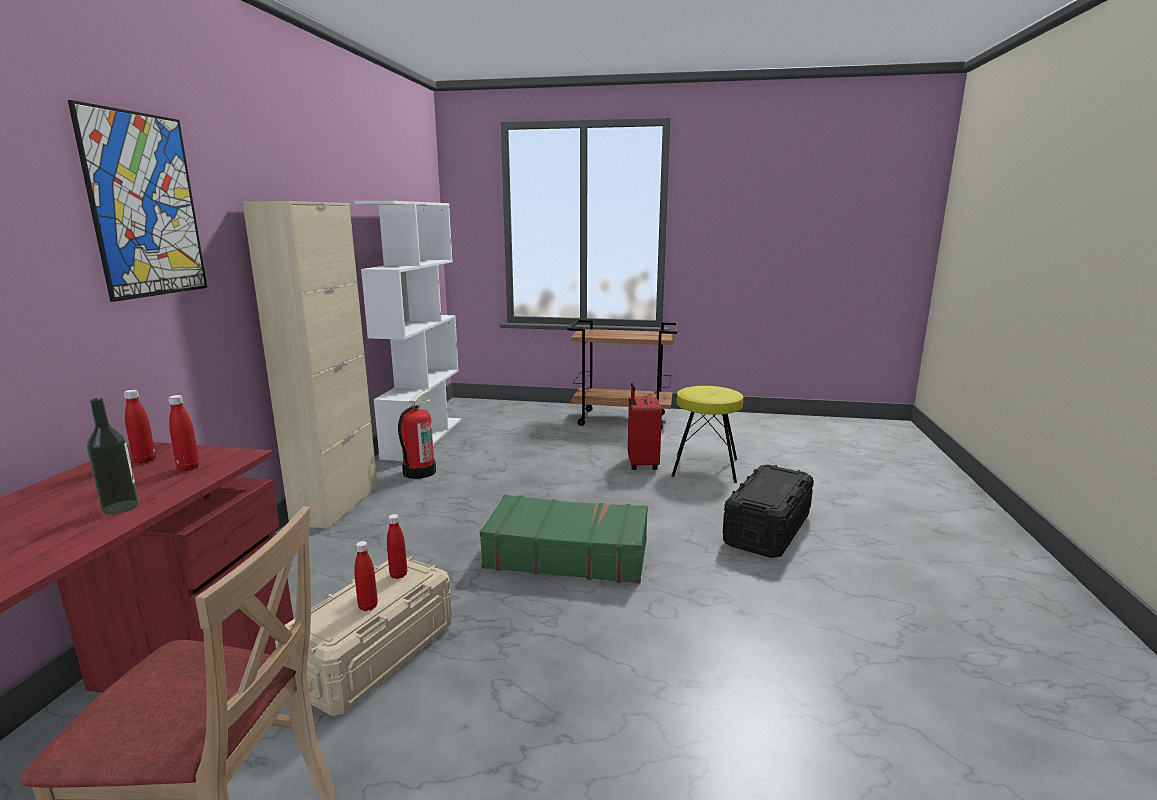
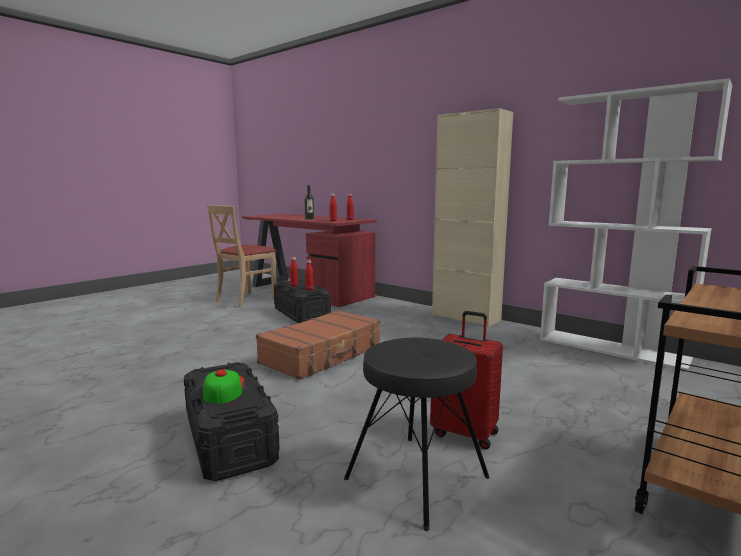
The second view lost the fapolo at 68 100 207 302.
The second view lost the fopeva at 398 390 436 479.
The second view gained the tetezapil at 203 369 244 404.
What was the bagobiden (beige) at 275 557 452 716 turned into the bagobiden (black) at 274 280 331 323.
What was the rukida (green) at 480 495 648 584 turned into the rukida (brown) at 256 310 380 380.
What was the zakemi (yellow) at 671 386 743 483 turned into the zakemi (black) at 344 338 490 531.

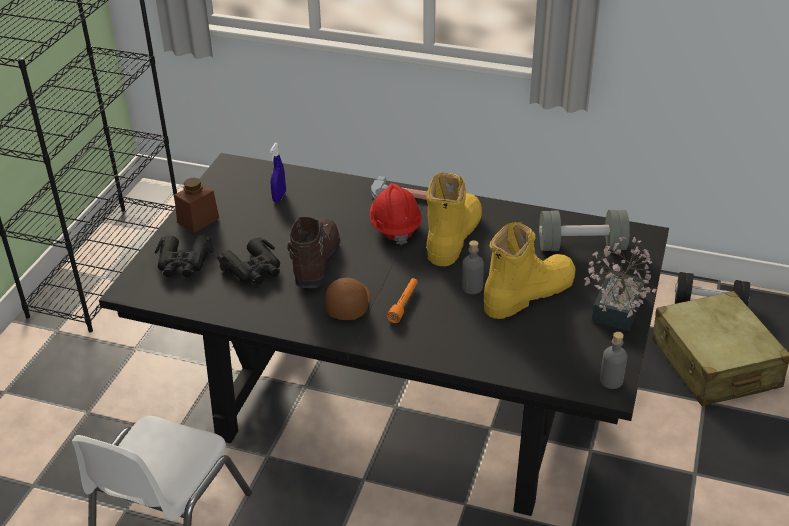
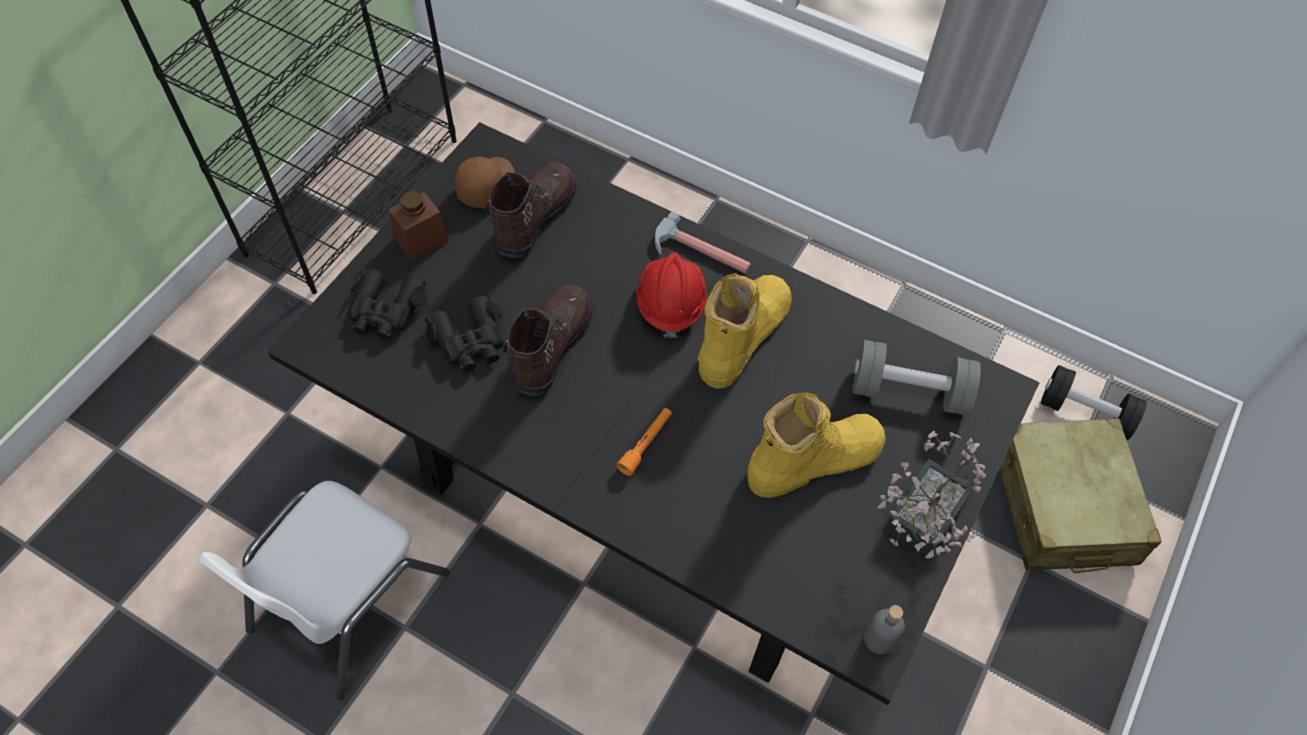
The second view lost the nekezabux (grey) at 462 240 484 294.
The tetezapil (brown) ended up elsewhere, having gone from 325 278 371 320 to 455 157 515 208.
Where the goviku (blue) stood at 270 143 286 202, the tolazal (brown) came to stand at 485 162 577 258.

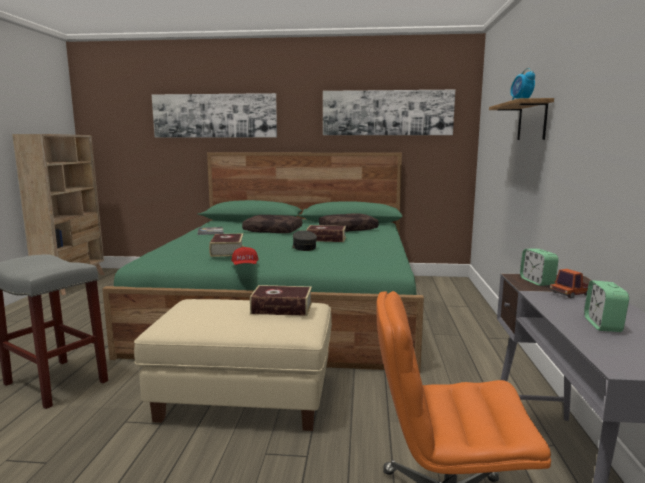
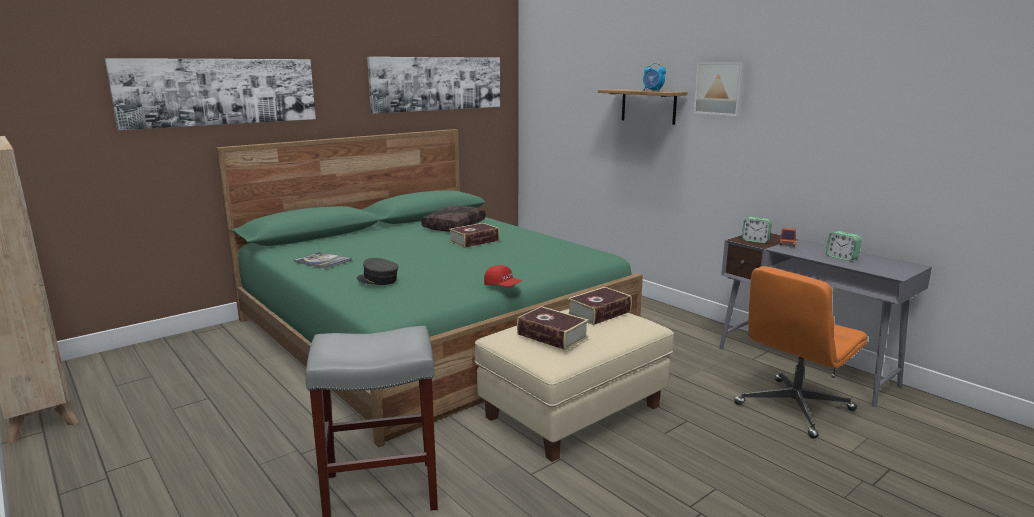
The second view lost the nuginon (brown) at 242 215 302 233.
The second view gained the fapolo at 693 62 746 116.
The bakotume ended up elsewhere, having gone from 209 234 244 257 to 517 306 589 350.
The tetezapil (grey) ended up elsewhere, having gone from 292 230 317 251 to 357 258 398 285.

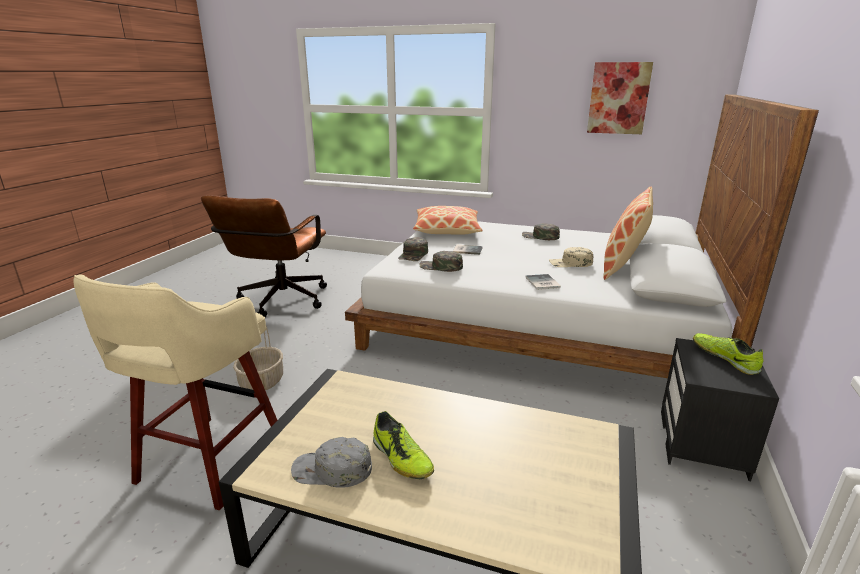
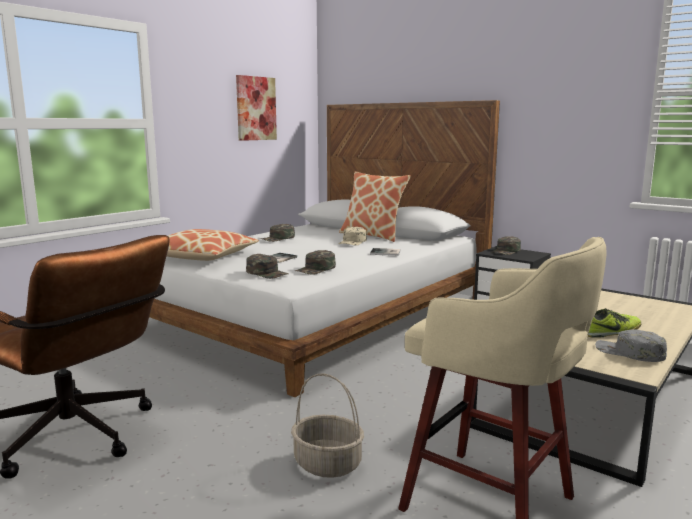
Where the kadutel stood at 693 333 763 375, the tetezapil (green) came to stand at 492 236 521 255.
The tetezapil (grey) at 291 437 372 488 ended up facing another way, 105 degrees clockwise from before.

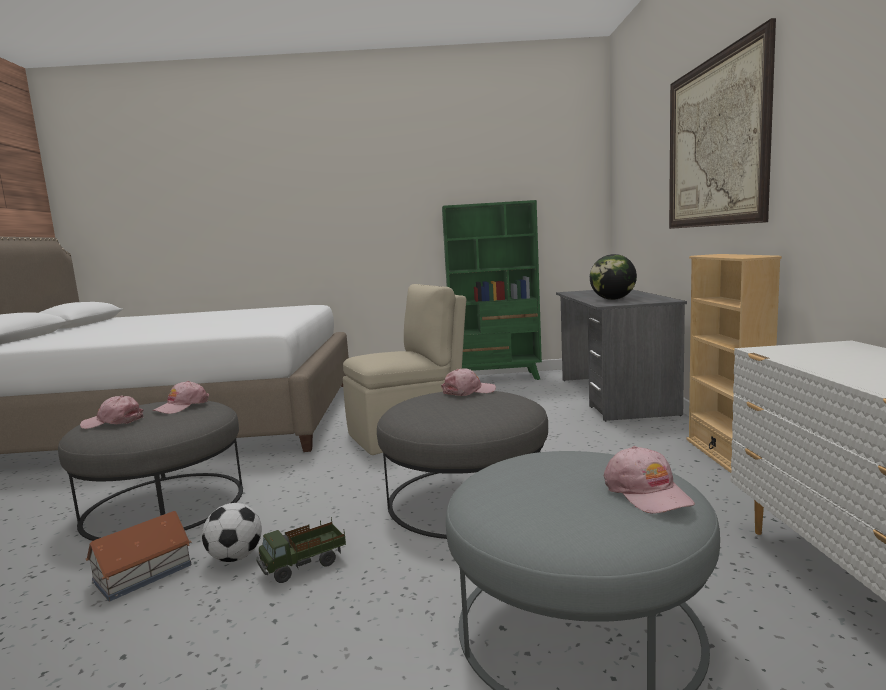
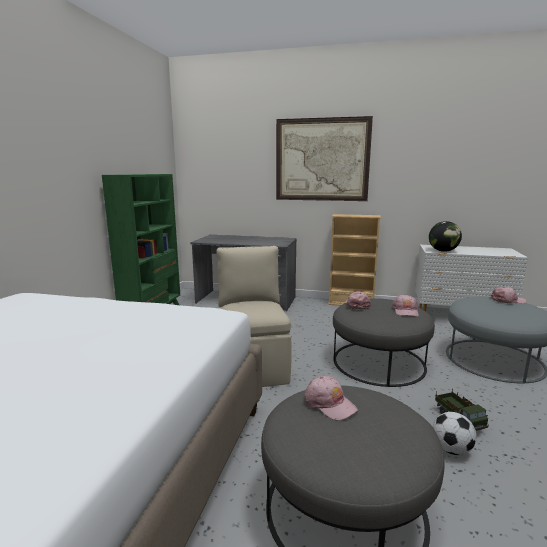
The second view lost the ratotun at 86 511 191 602.
The tetezapil (pink) ended up elsewhere, having gone from 80 395 144 429 to 392 294 419 317.
The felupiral ended up elsewhere, having gone from 590 254 637 300 to 429 221 462 252.

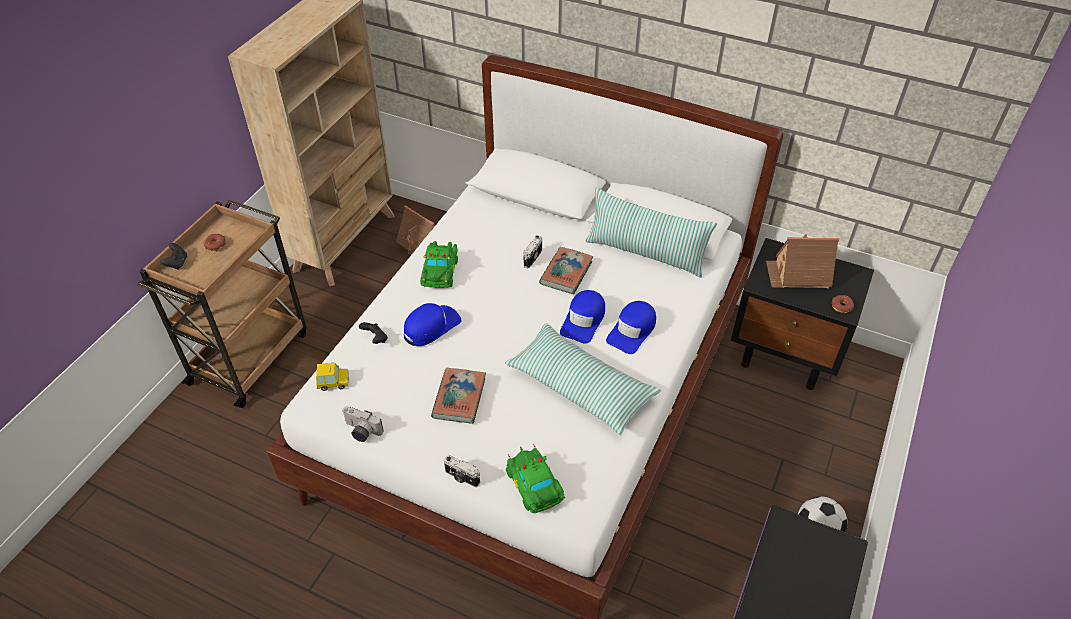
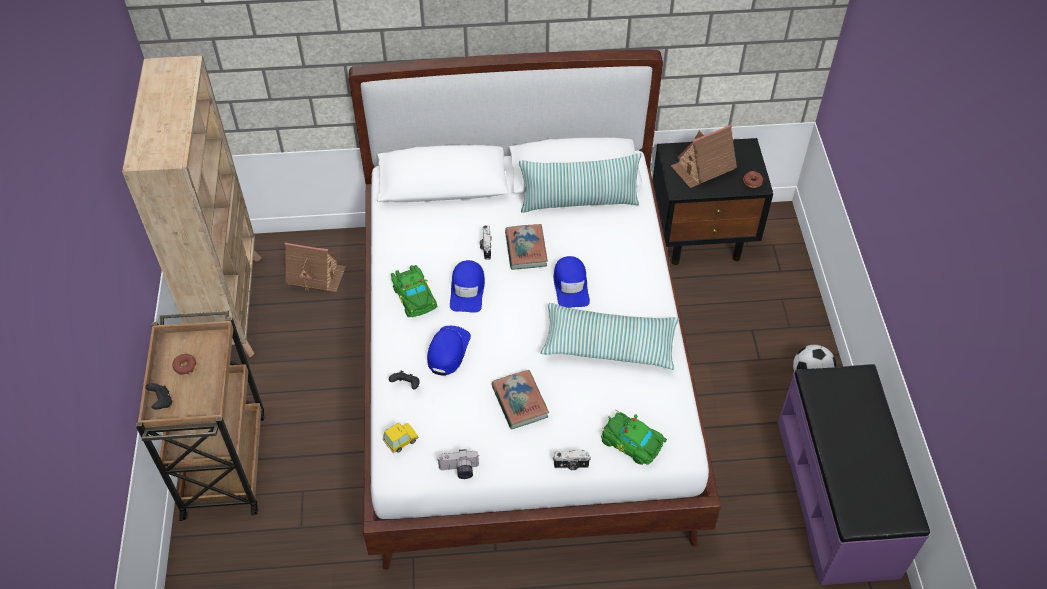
The tetezapil (blue) ended up elsewhere, having gone from 606 301 656 354 to 450 260 485 313.

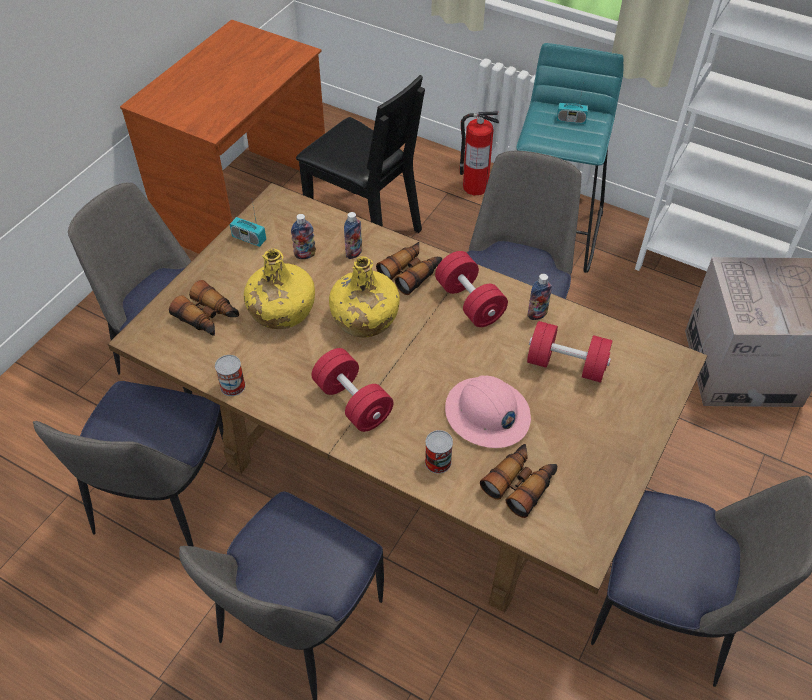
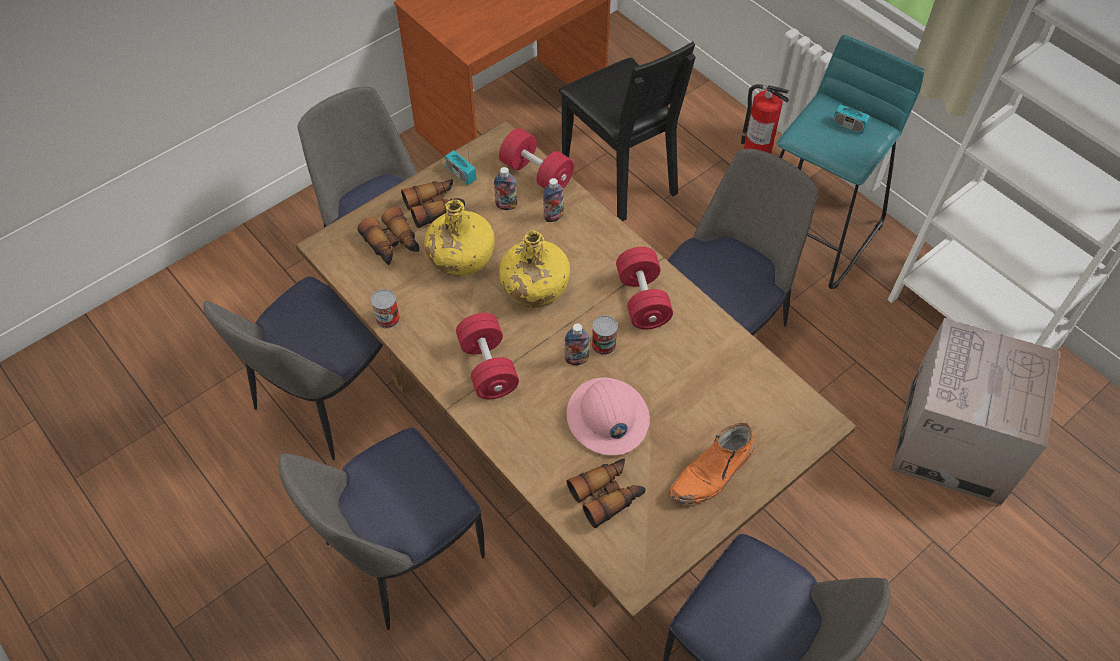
The second view gained the tolazal (orange) at 669 423 754 504.
The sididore ended up elsewhere, having gone from 376 242 442 295 to 401 179 465 228.
The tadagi ended up elsewhere, having gone from 425 430 453 474 to 592 316 618 355.
The nekezabux ended up elsewhere, having gone from 527 274 552 320 to 564 323 590 365.
The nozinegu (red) ended up elsewhere, having gone from 527 321 613 383 to 499 128 574 189.

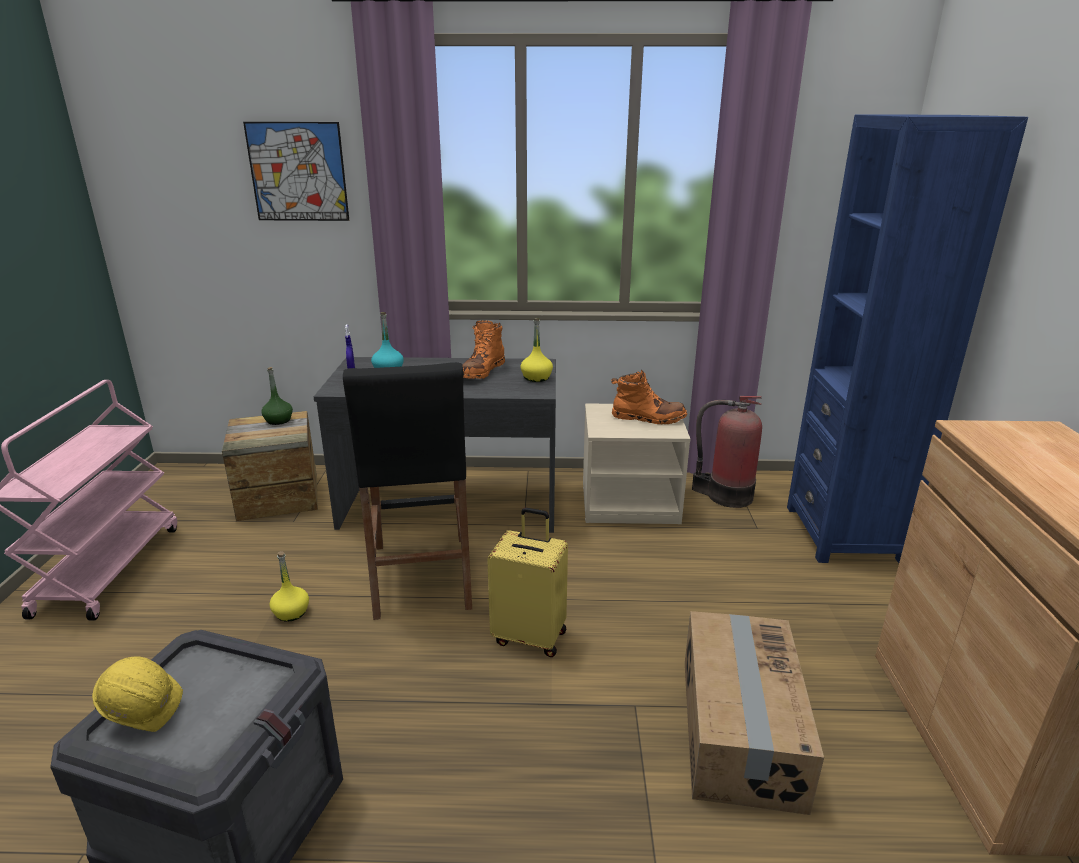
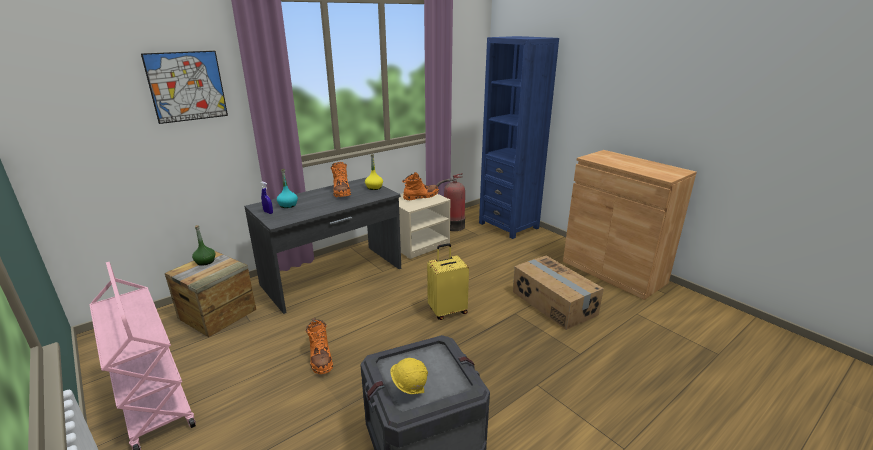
The second view lost the zakemi (black) at 343 362 472 620.
Where the nekezabux (yellow) stood at 269 551 309 622, the tolazal (orange) came to stand at 305 318 333 374.

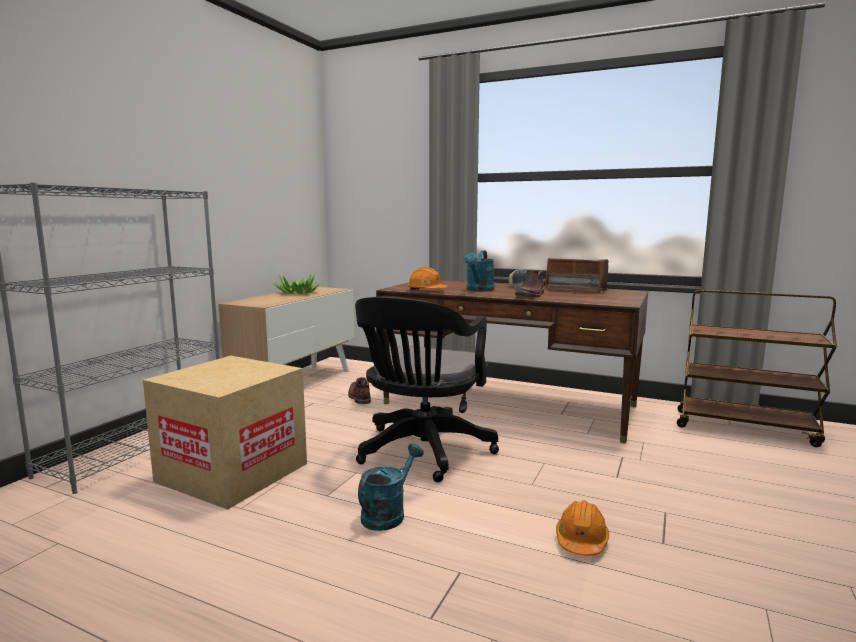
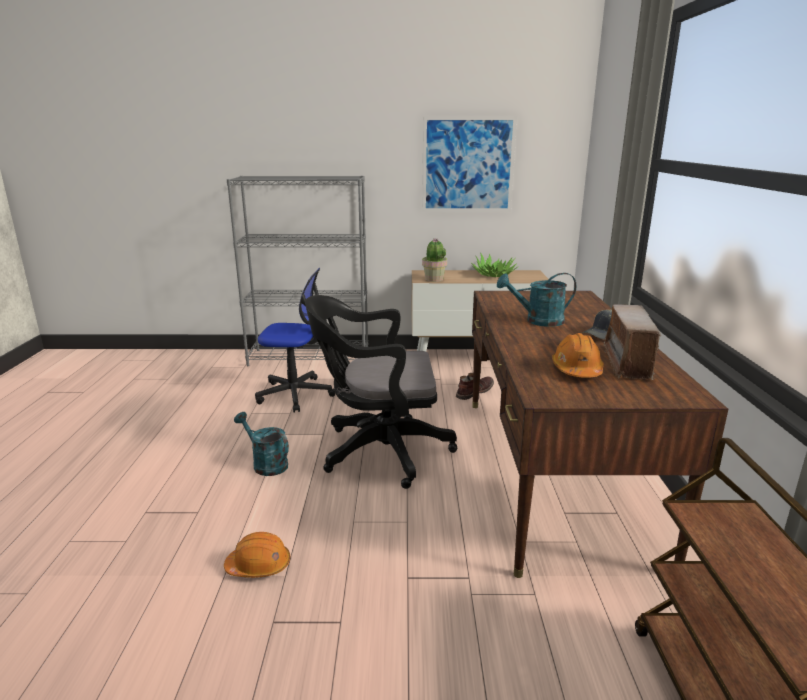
The second view lost the tolazal (brown) at 515 270 544 297.
The second view gained the fapolo at 422 116 517 212.
The second view gained the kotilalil at 422 238 447 282.
The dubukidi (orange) ended up elsewhere, having gone from 407 267 447 290 to 552 333 604 378.
Where the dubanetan stood at 143 356 307 510, the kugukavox came to stand at 255 268 335 413.
The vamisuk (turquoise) at 358 443 424 531 ended up facing another way, 150 degrees counterclockwise from before.

